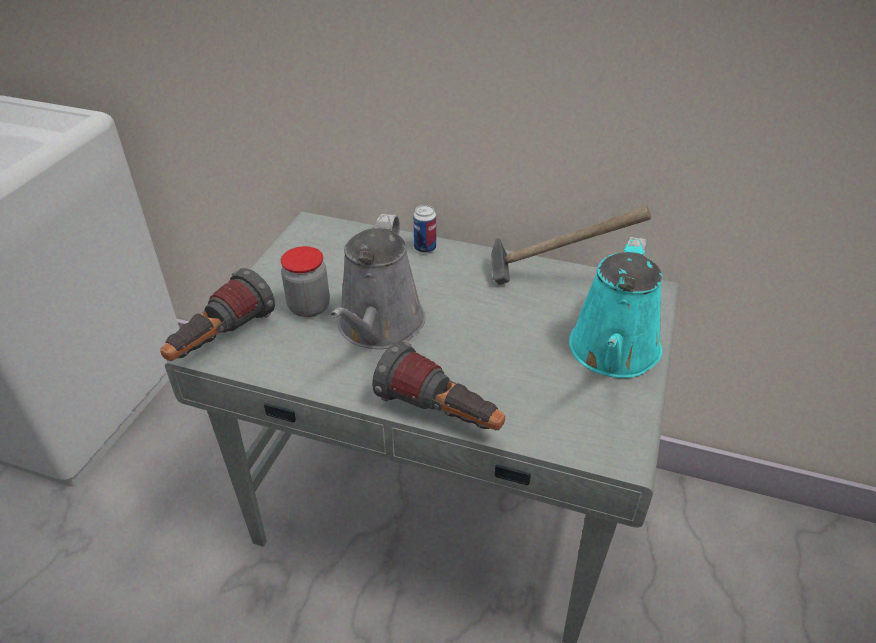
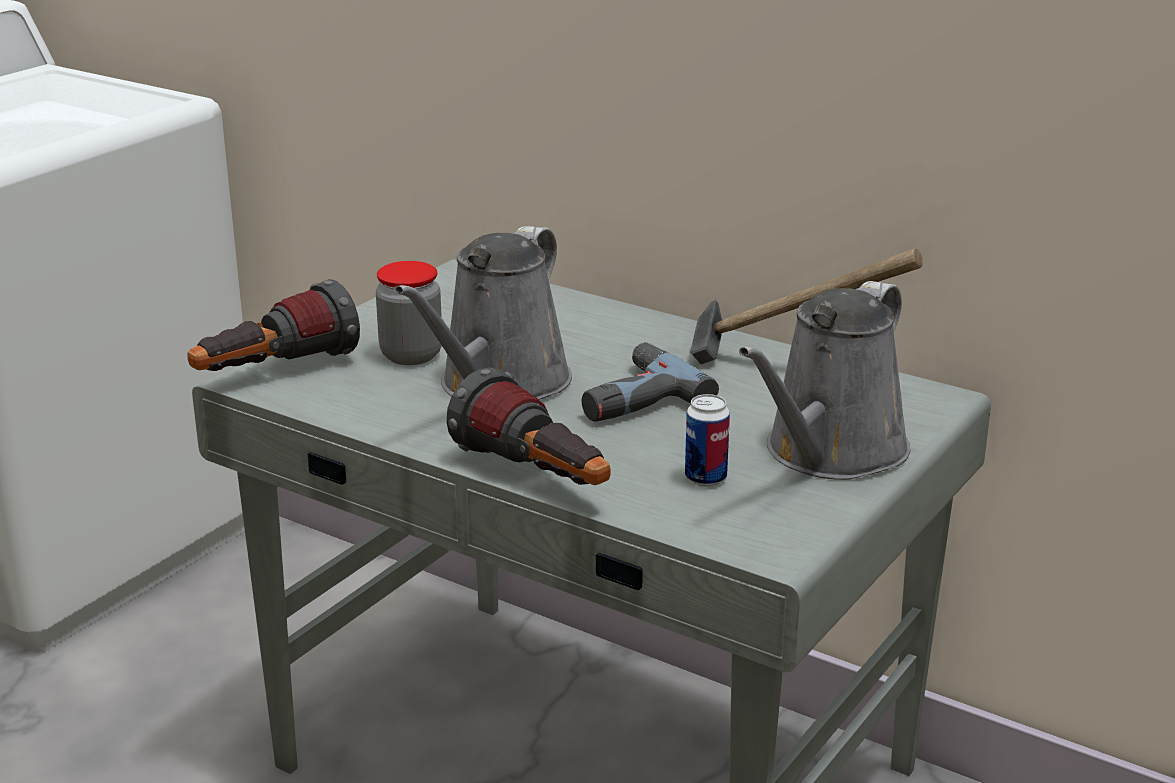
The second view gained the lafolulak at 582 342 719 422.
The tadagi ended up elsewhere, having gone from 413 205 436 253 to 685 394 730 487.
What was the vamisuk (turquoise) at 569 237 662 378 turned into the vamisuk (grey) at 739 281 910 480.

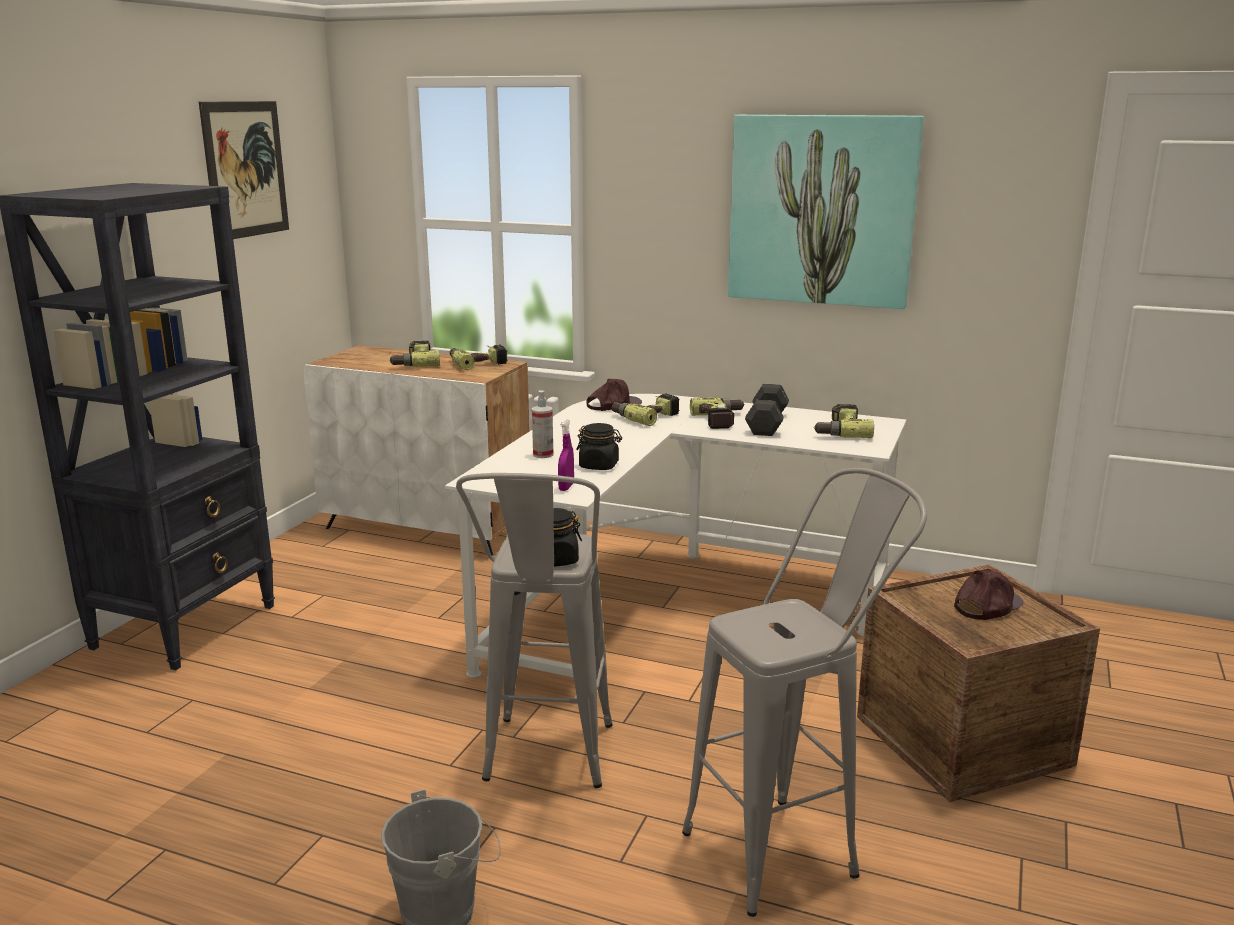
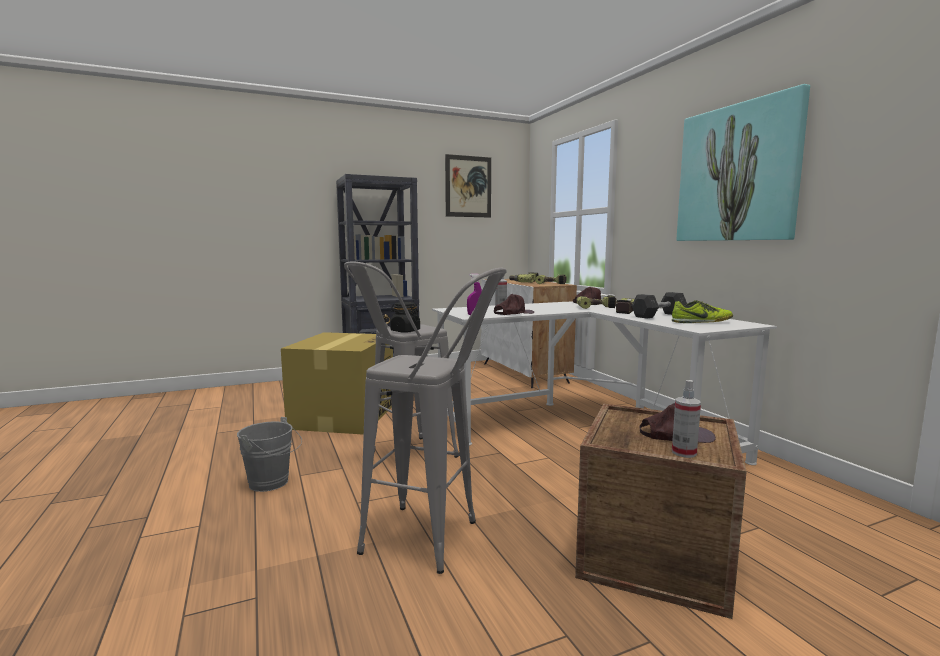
The second view gained the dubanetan at 281 332 393 435.
The second view gained the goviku at 672 380 701 458.
Where the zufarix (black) stood at 576 423 622 470, the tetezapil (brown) came to stand at 494 294 534 315.
Where the lafolulak stood at 813 404 874 438, the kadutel came to stand at 672 300 733 323.

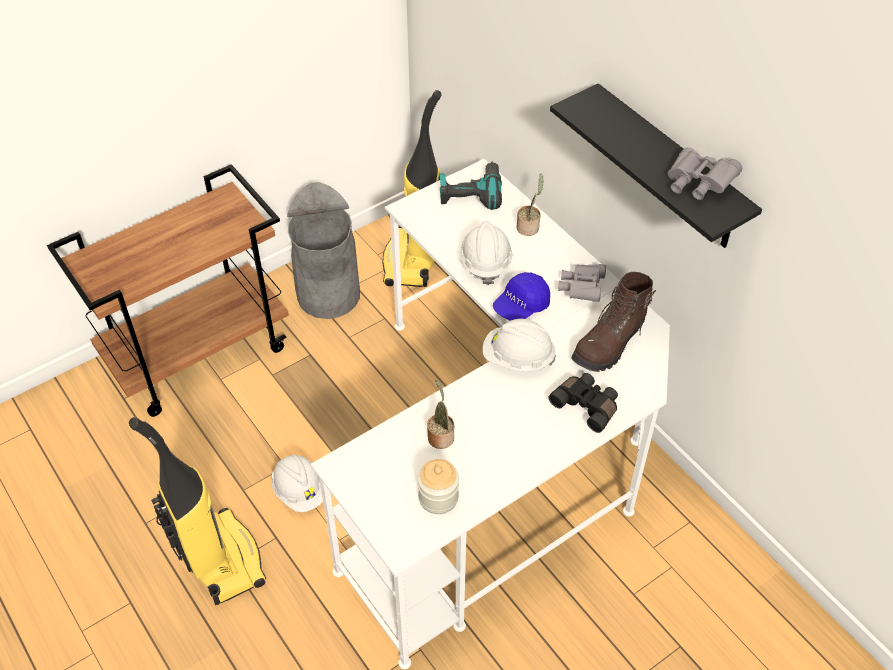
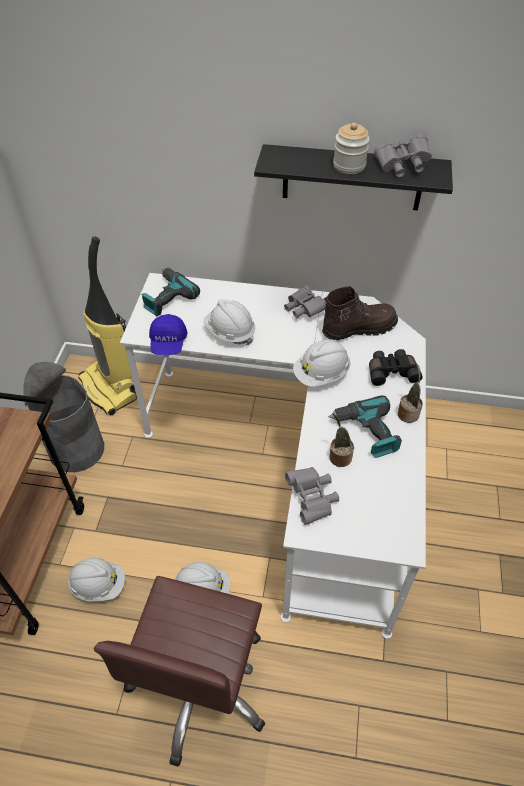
The second view gained the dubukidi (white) at 68 558 125 602.
The second view gained the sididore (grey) at 285 467 339 525.
The second view gained the lafolulak at 328 395 402 458.
The zufarix ended up elsewhere, having gone from 418 459 459 514 to 333 123 370 174.
The tetezapil (blue) ended up elsewhere, having gone from 493 272 550 321 to 149 314 188 355.
The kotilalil ended up elsewhere, having gone from 517 173 544 236 to 398 364 423 423.
Where the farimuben stood at 129 417 266 605, the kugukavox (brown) came to stand at 94 576 265 766.
The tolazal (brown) at 572 272 656 372 ended up facing another way, 105 degrees counterclockwise from before.

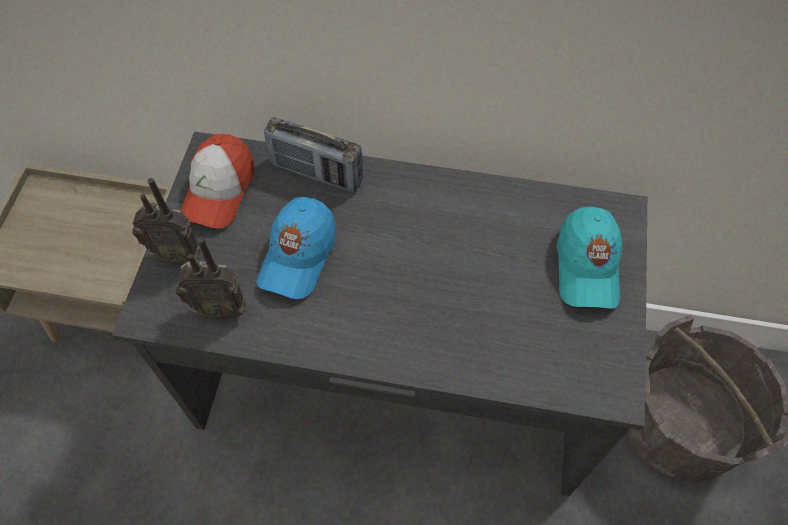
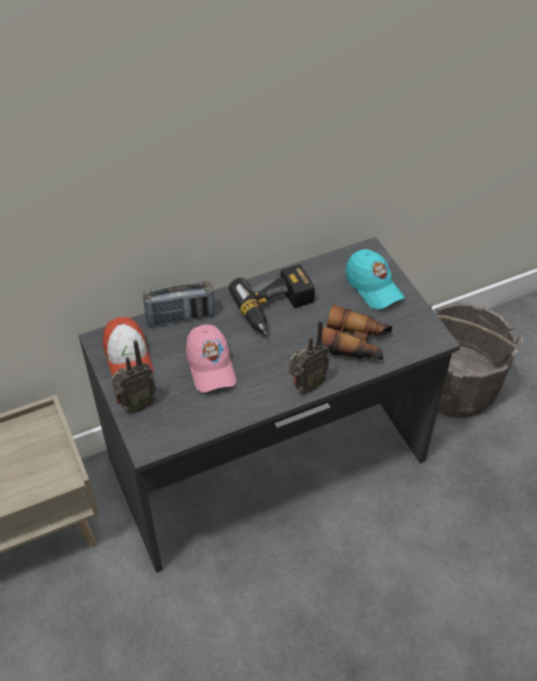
The second view gained the lafolulak at 229 264 315 336.
The second view gained the sididore at 322 304 392 360.
The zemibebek ended up elsewhere, having gone from 176 237 246 320 to 289 319 330 394.
What was the tetezapil (blue) at 257 197 335 299 turned into the tetezapil (pink) at 186 325 236 393.

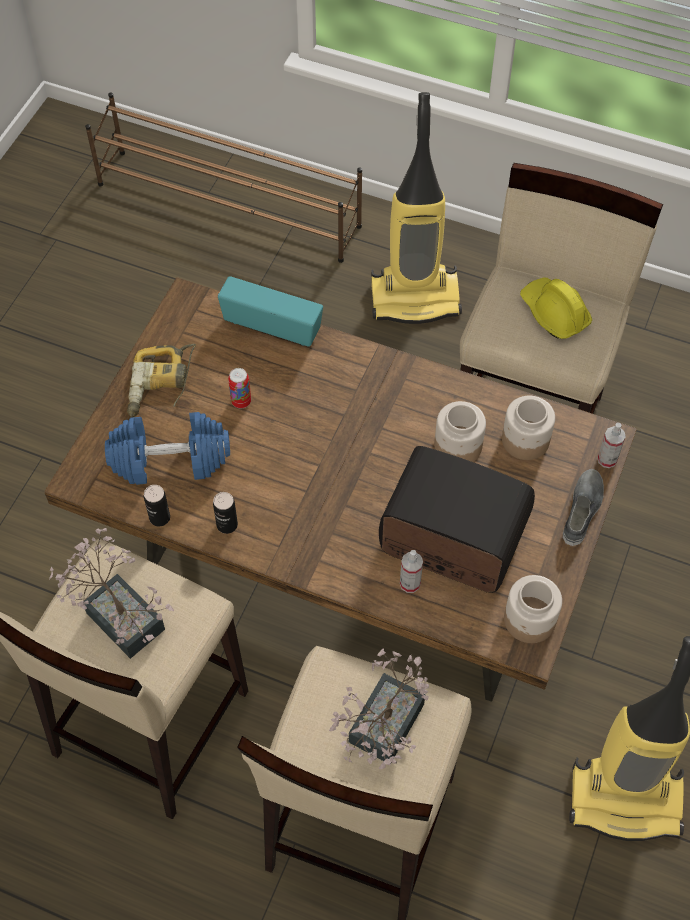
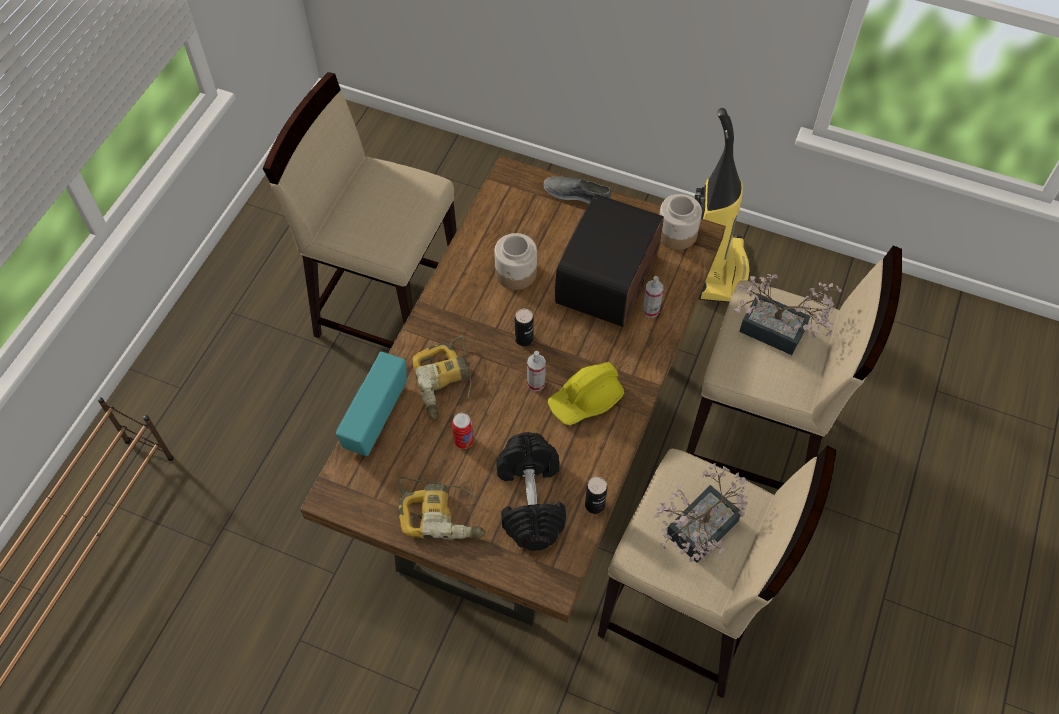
The second view lost the farimuben at 371 92 462 324.
The second view lost the zufarix at 502 396 555 460.
The second view gained the lafolulak at 413 335 472 419.
The tadagi ended up elsewhere, having gone from 213 492 238 534 to 515 309 534 346.
The dubukidi (yellow) ended up elsewhere, having gone from 520 277 592 339 to 548 362 624 425.
The goviku ended up elsewhere, having gone from 598 423 626 468 to 527 351 546 391.
What was the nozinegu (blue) at 105 412 230 485 turned into the nozinegu (black) at 496 432 566 551.

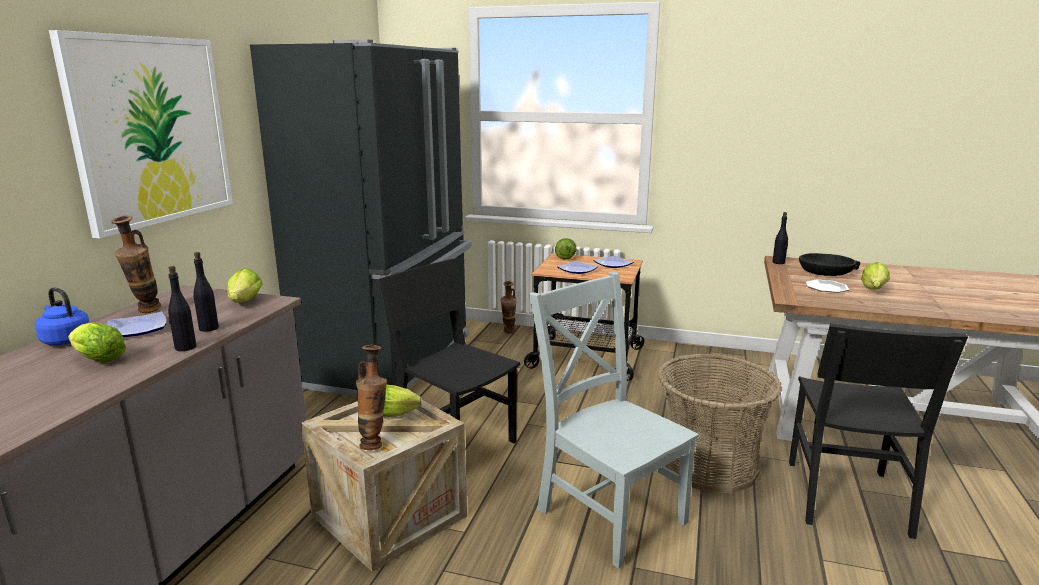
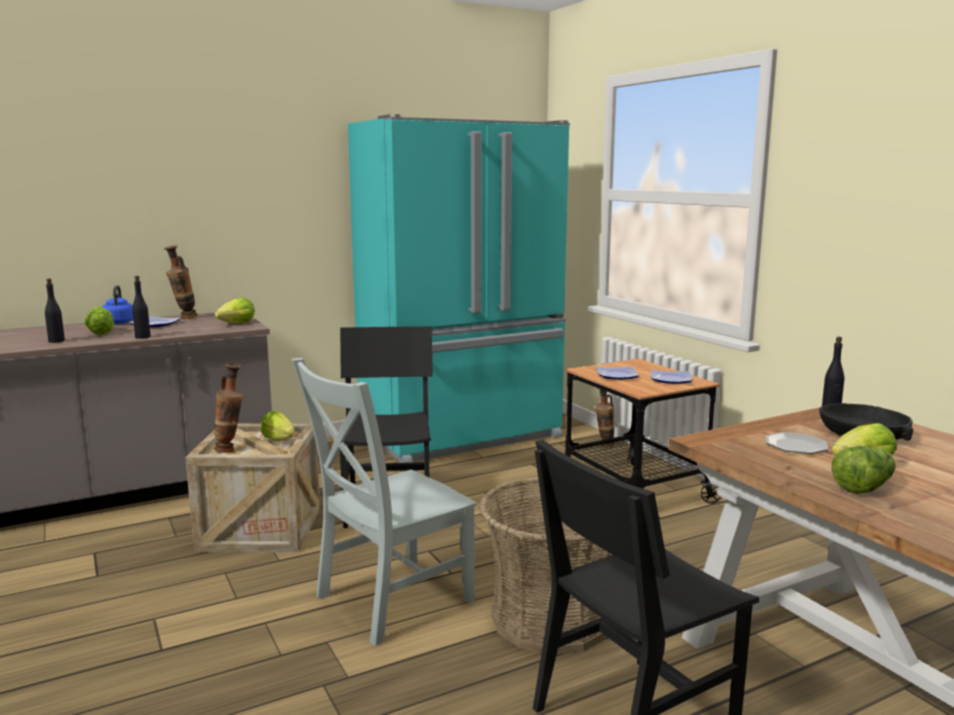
The second view lost the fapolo at 49 30 233 239.
The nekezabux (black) ended up elsewhere, having gone from 193 252 219 332 to 45 278 65 343.
The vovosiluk ended up elsewhere, having gone from 555 238 577 259 to 831 446 895 494.
What was the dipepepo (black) at 250 40 472 397 turned into the dipepepo (turquoise) at 348 114 570 463.
The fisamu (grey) at 529 271 699 569 ended up facing another way, 135 degrees counterclockwise from before.

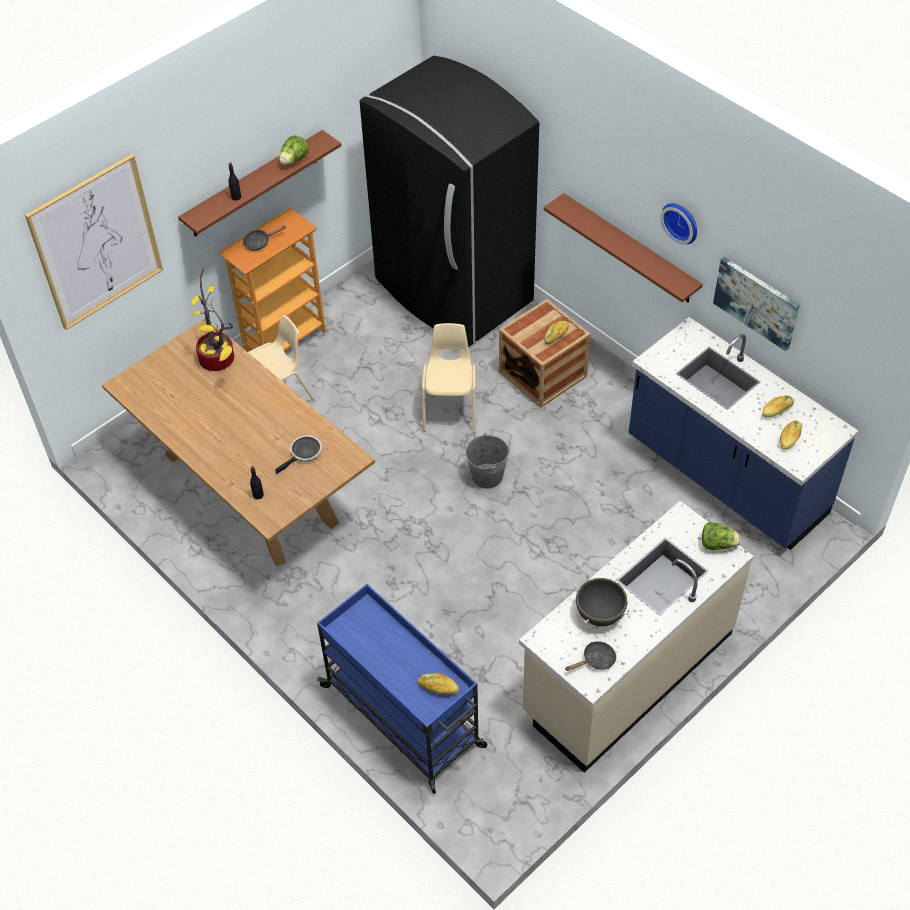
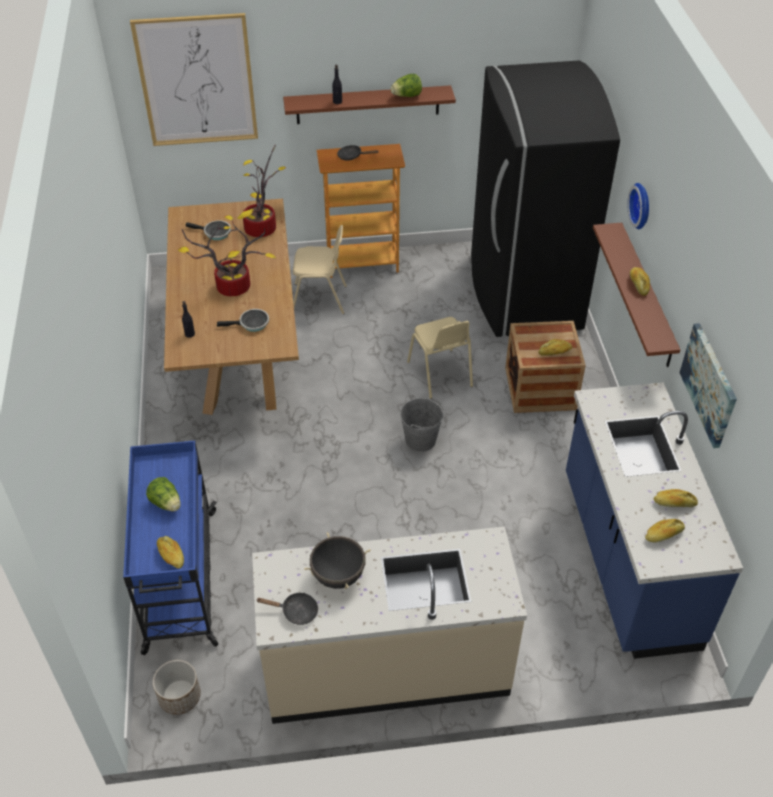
The second view gained the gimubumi at 153 660 201 715.
The second view gained the kotilalil at 178 215 276 296.
The second view gained the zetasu at 186 220 231 240.
The second view gained the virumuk at 630 267 650 296.
The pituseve ended up elsewhere, having gone from 661 203 697 244 to 627 183 649 229.
The vovosiluk ended up elsewhere, having gone from 702 522 741 550 to 146 477 181 512.
The fisamu (beige) at 422 323 476 433 ended up facing another way, 120 degrees clockwise from before.

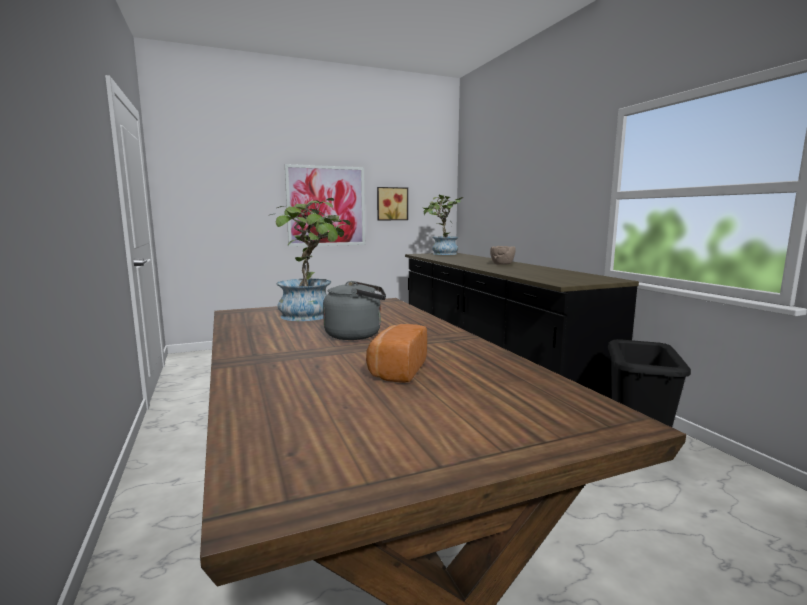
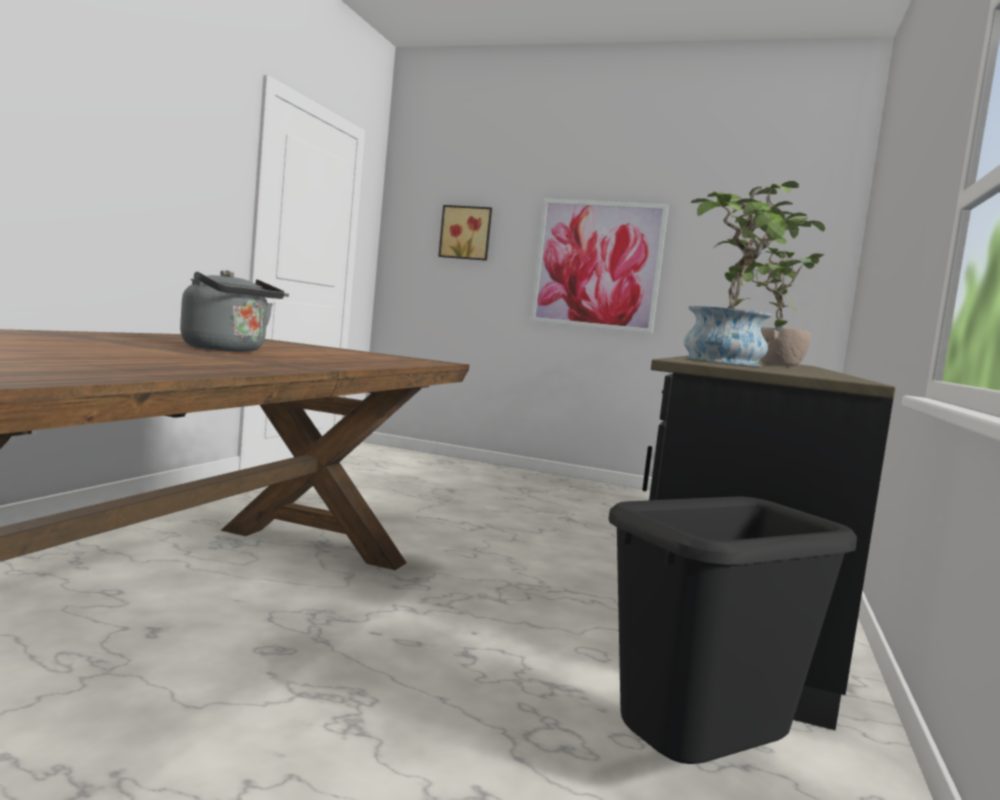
The second view lost the virumuk at 366 324 427 383.
The kotilalil ended up elsewhere, having gone from 268 198 351 321 to 684 181 825 366.
The fapolo ended up elsewhere, having gone from 377 187 408 220 to 438 205 492 261.

